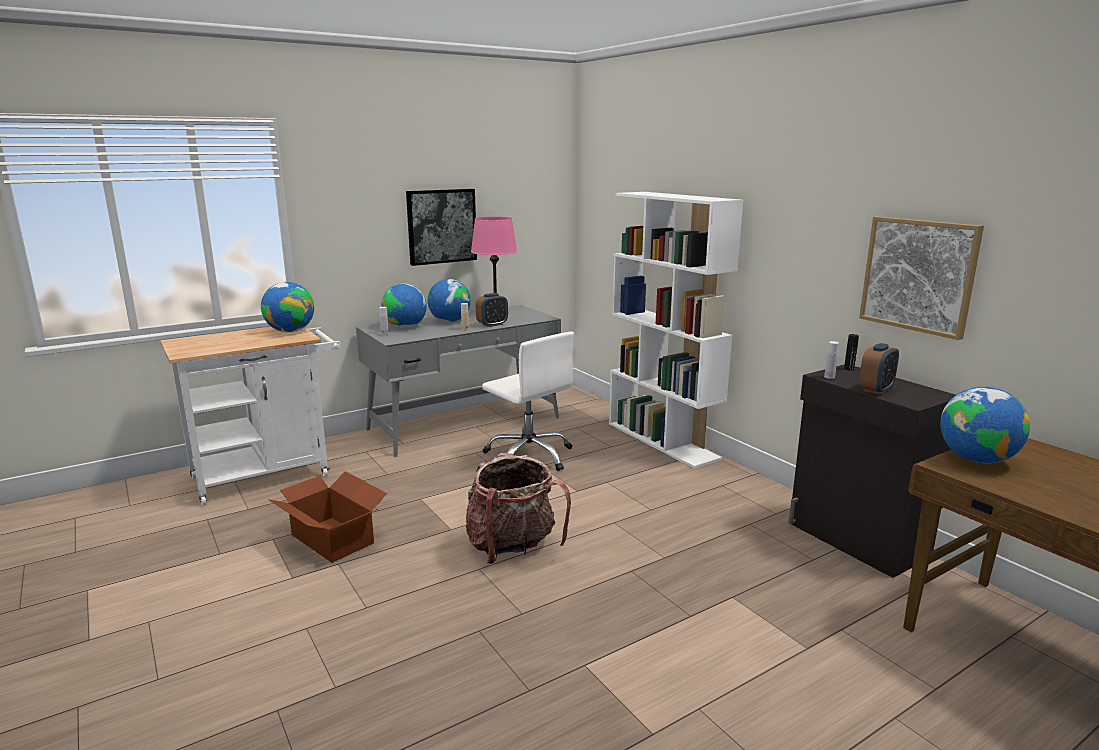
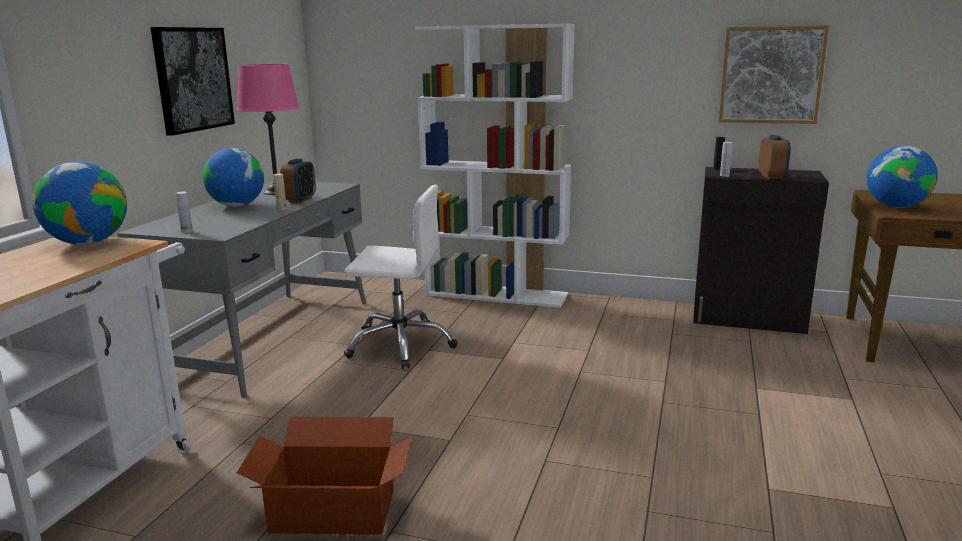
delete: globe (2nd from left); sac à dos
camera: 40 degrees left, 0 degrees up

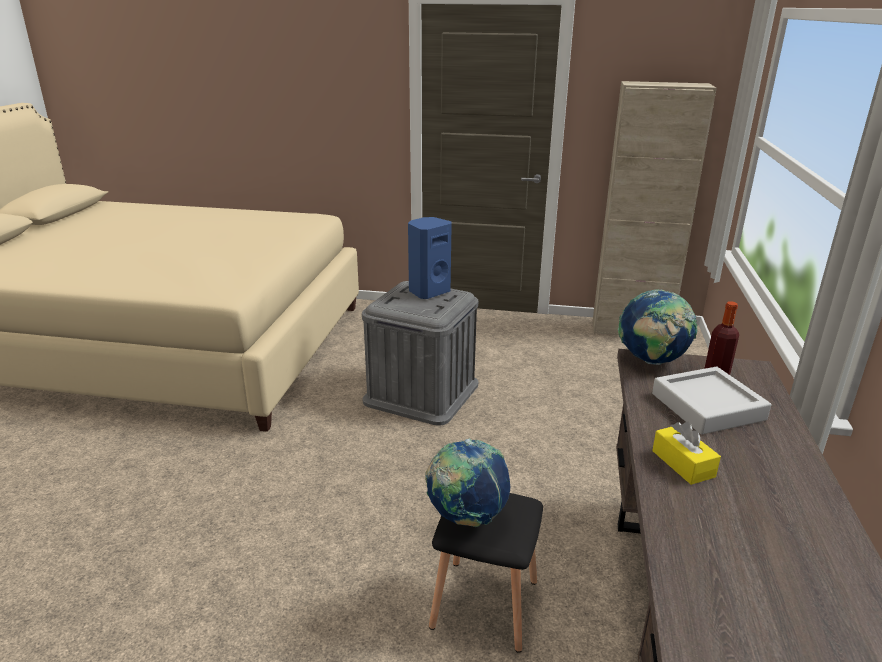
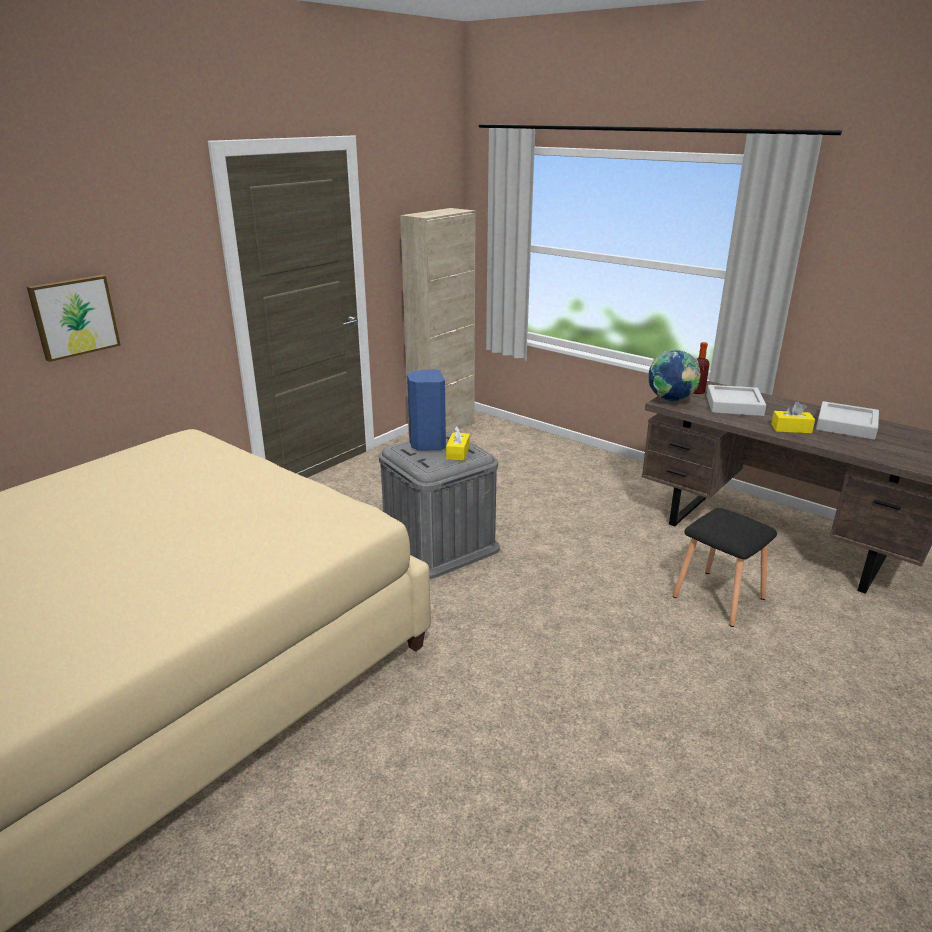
delete: globe (1st from left)
insert: tableau; plateau (gris) (2nd from left); boîte à mouchoirs (jaune) (1st from left)
camera: 60 degrees left, 0 degrees up

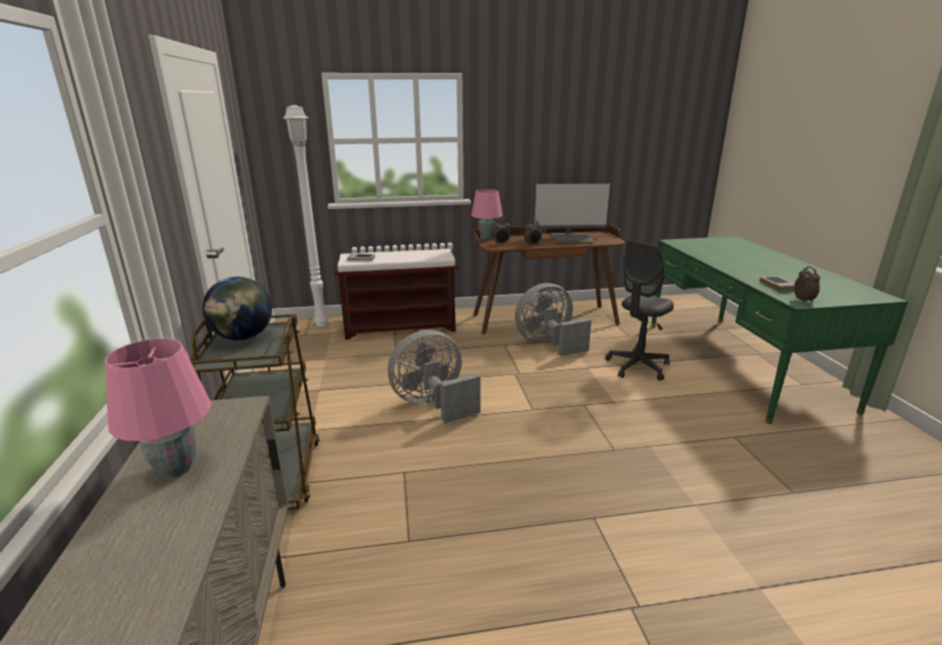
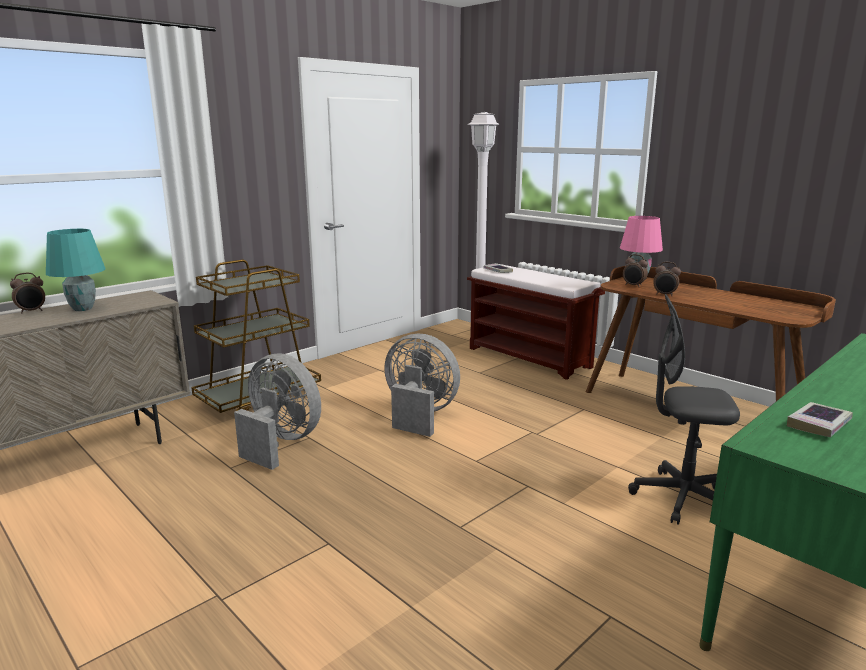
delete: écran d'ordinateur; globe
move: réveil (3rd from left in the first image) to réveil (1st from left); ventilateur (gris) (2nd from left in the first image) to ventilateur (gris) (1st from left)
recolor: lampe de table (rose) (1st from left) to lampe de table (turquoise)
camera: 55 degrees right, 5 degrees down

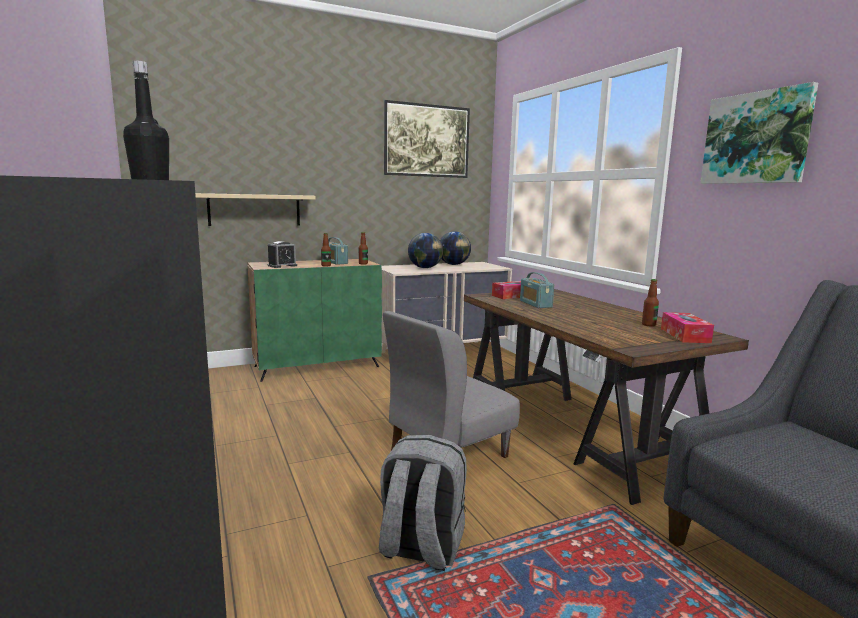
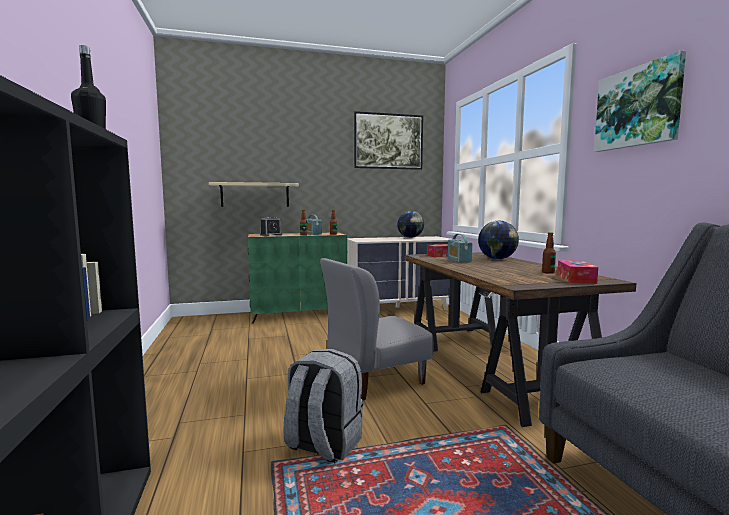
move: globe (1st from left in the first image) to globe (2nd from left)
camera: 10 degrees right, 5 degrees down

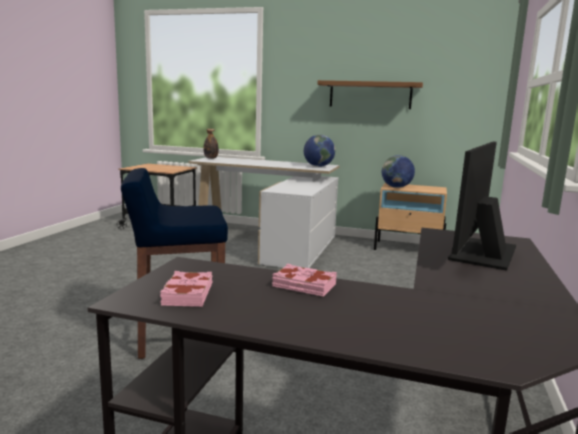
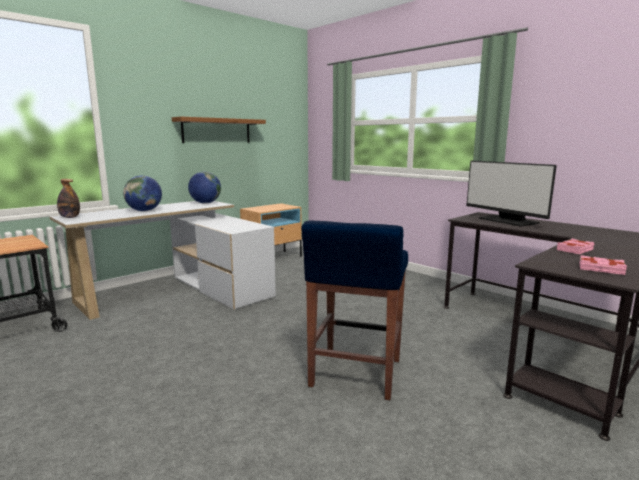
move: globe (2nd from left in the first image) to globe (1st from left)
camera: 60 degrees left, 0 degrees up

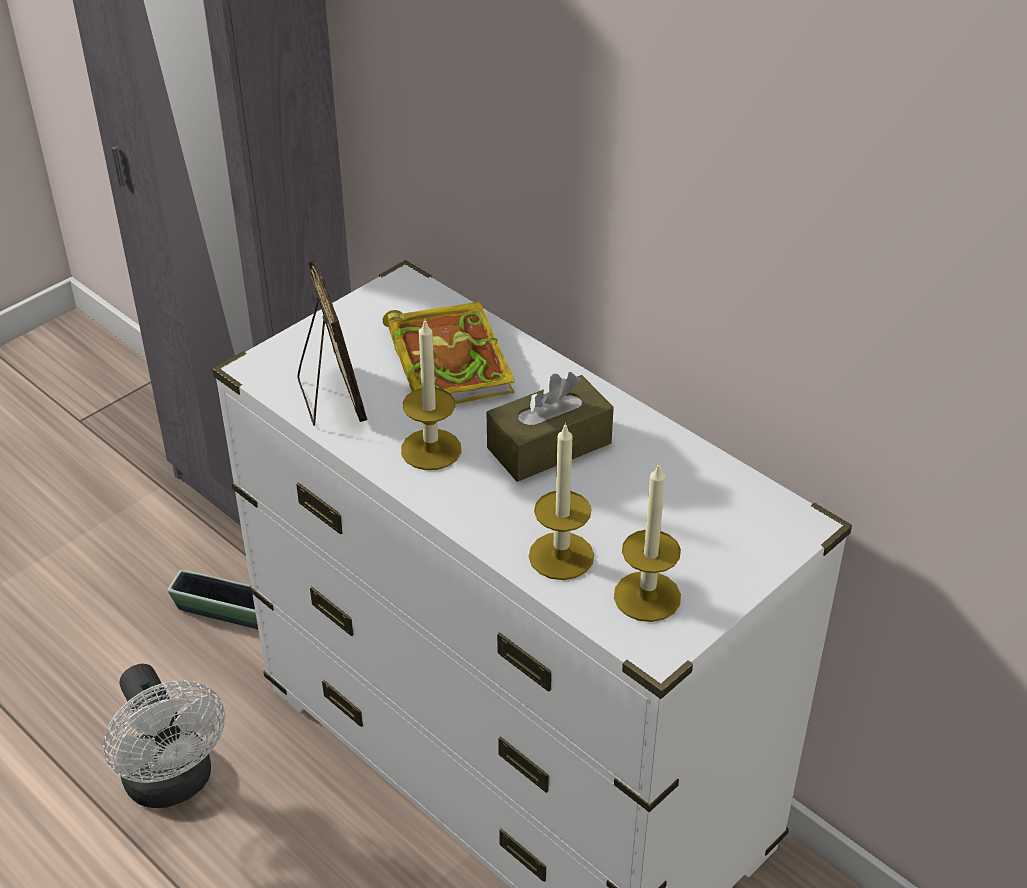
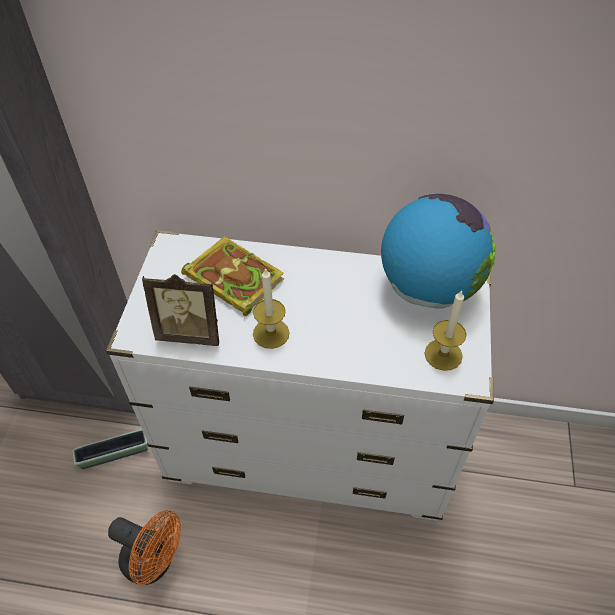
delete: boîte à mouchoirs (marron); bougie (2nd from left)
insert: globe
recolor: ventilateur (blanc) to ventilateur (orange)
rotate: cadre photo 150 degrees clockwise
camera: 35 degrees left, 10 degrees up

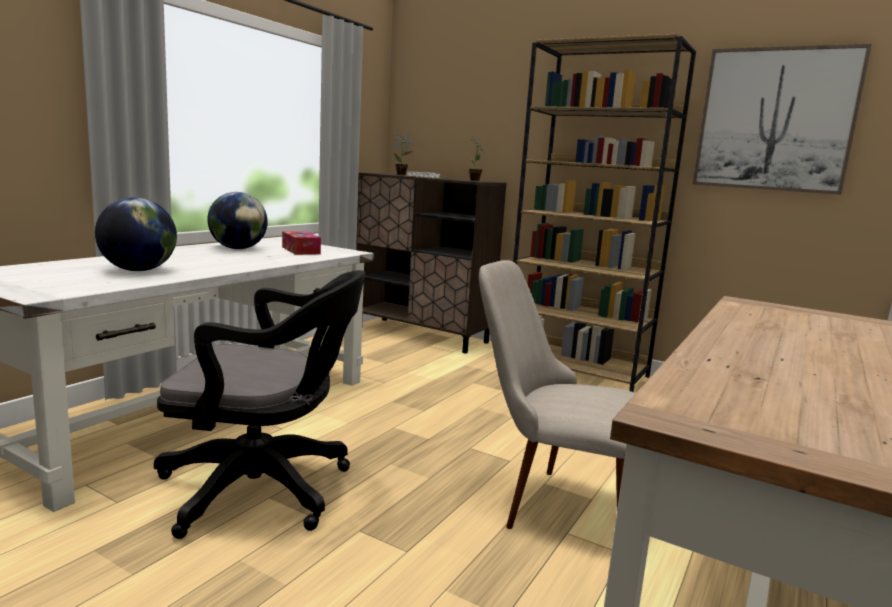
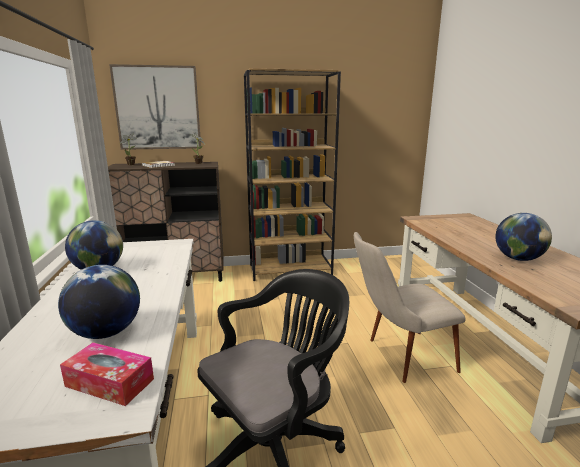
insert: globe (3rd from left)
move: tableau; boîte à mouchoirs
camera: 40 degrees left, 5 degrees up

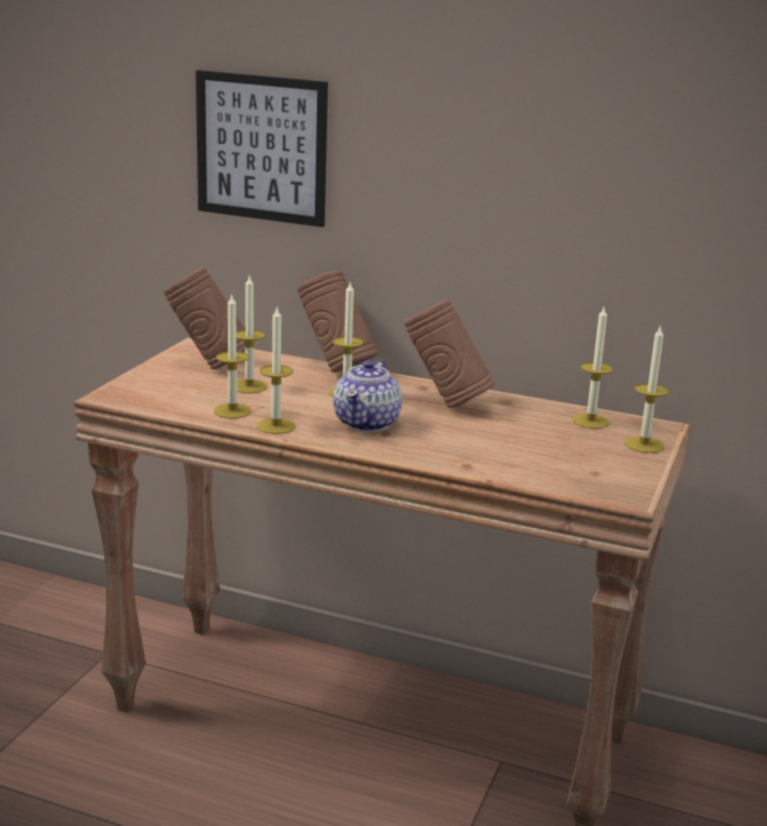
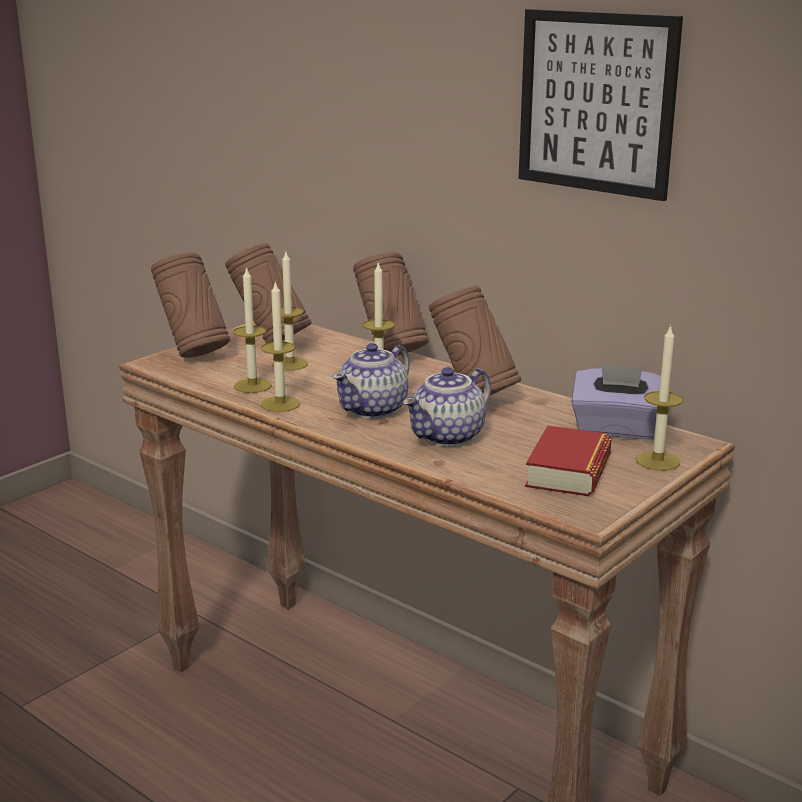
insert: vase (marron) (1st from left); théière (2nd from left); livre
move: tableau
replace: bougie (5th from left) to boîte à mouchoirs (violet)
camera: 20 degrees right, 0 degrees up

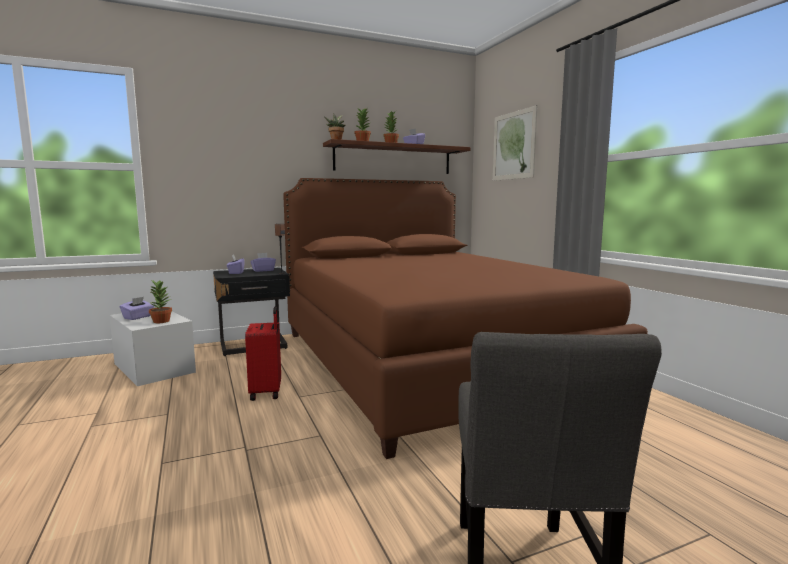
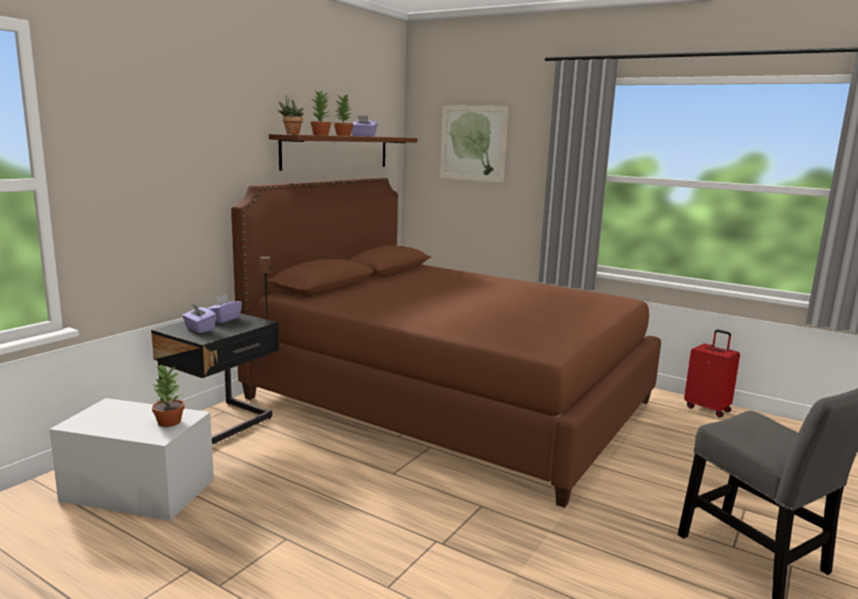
delete: boîte à mouchoirs (violet) (1st from left)
move: valise (rouge)
camera: 35 degrees left, 5 degrees up

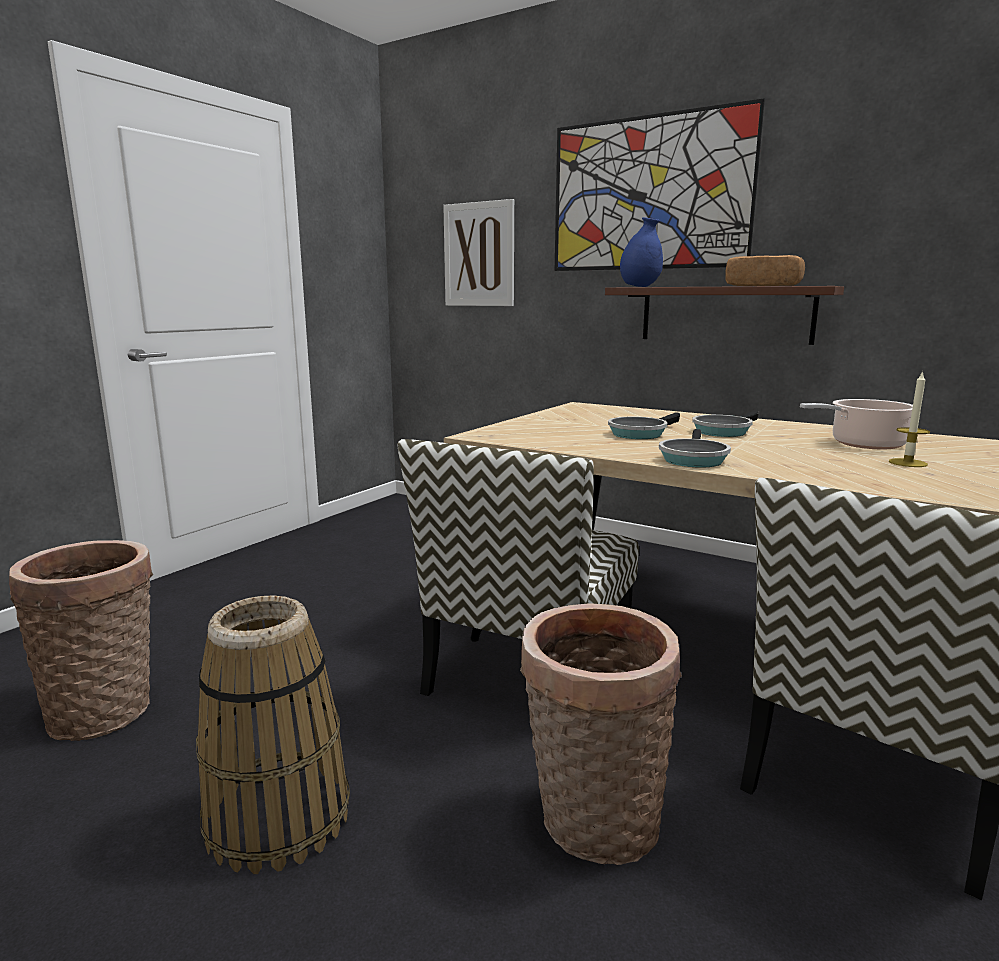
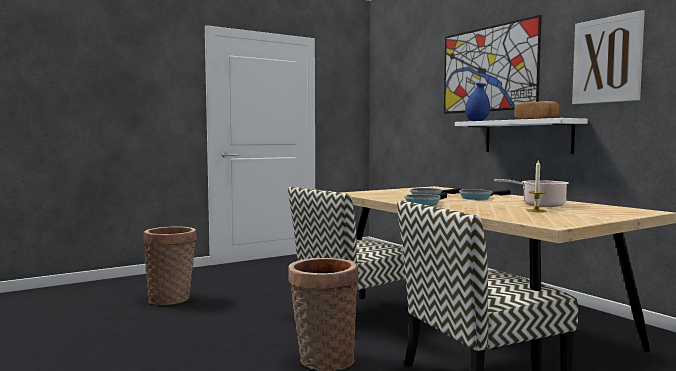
delete: panier (2nd from left)
move: tableau (1st from left in the first image) to tableau (2nd from left)
recolor: étagère (marron) to étagère (blanc)
camera: 25 degrees right, 10 degrees down

